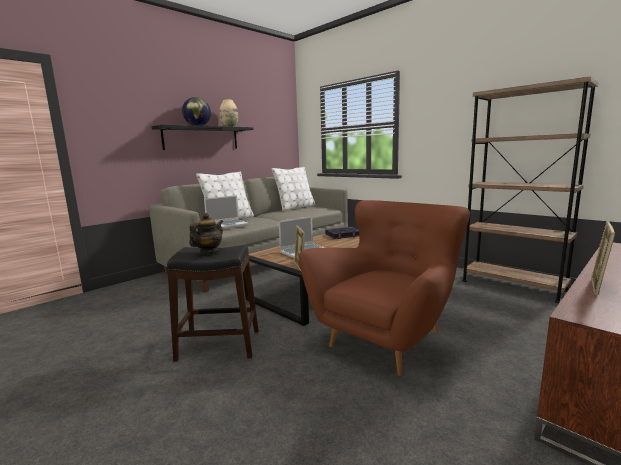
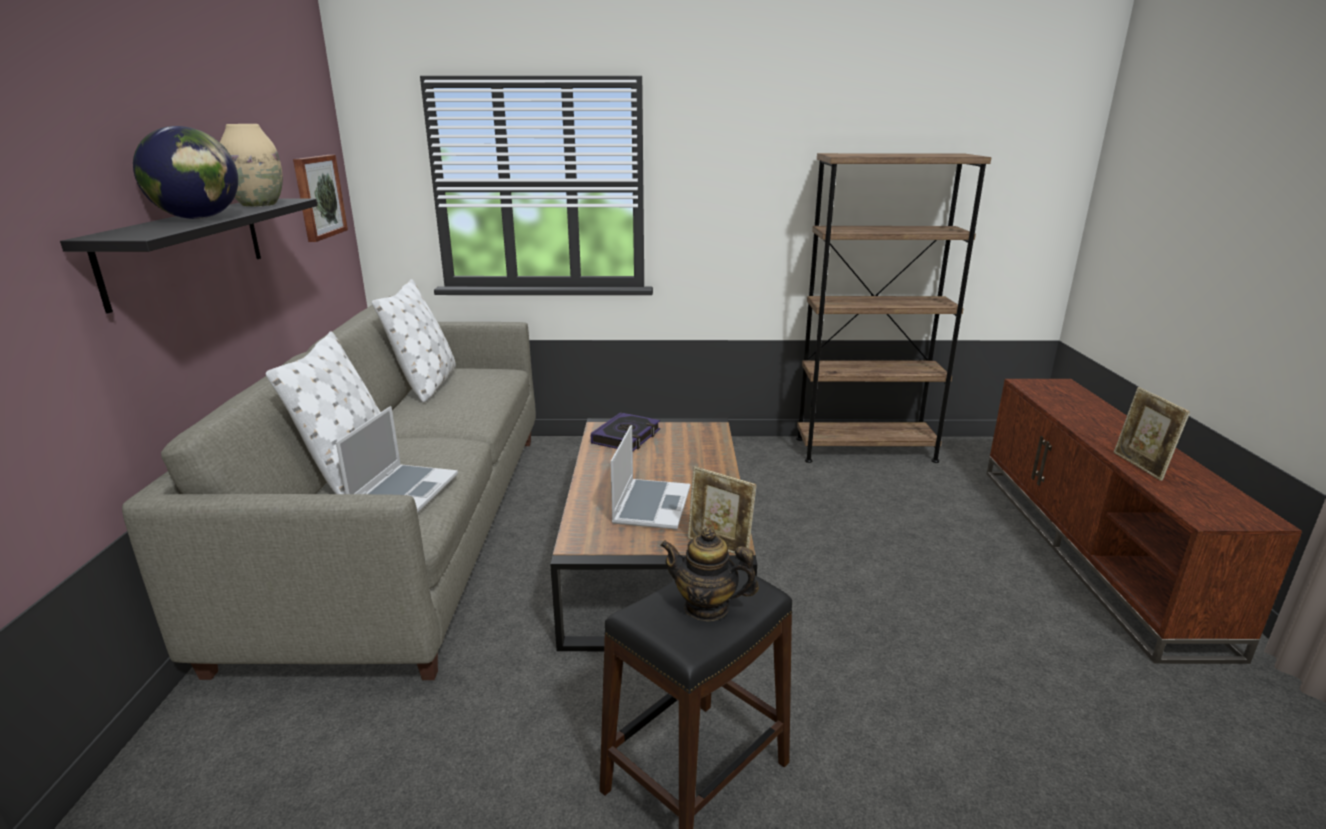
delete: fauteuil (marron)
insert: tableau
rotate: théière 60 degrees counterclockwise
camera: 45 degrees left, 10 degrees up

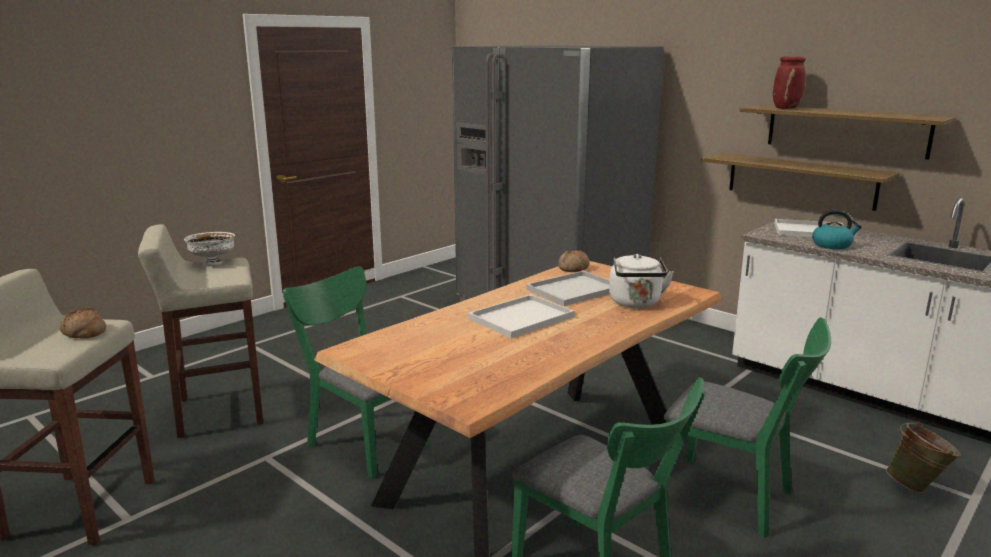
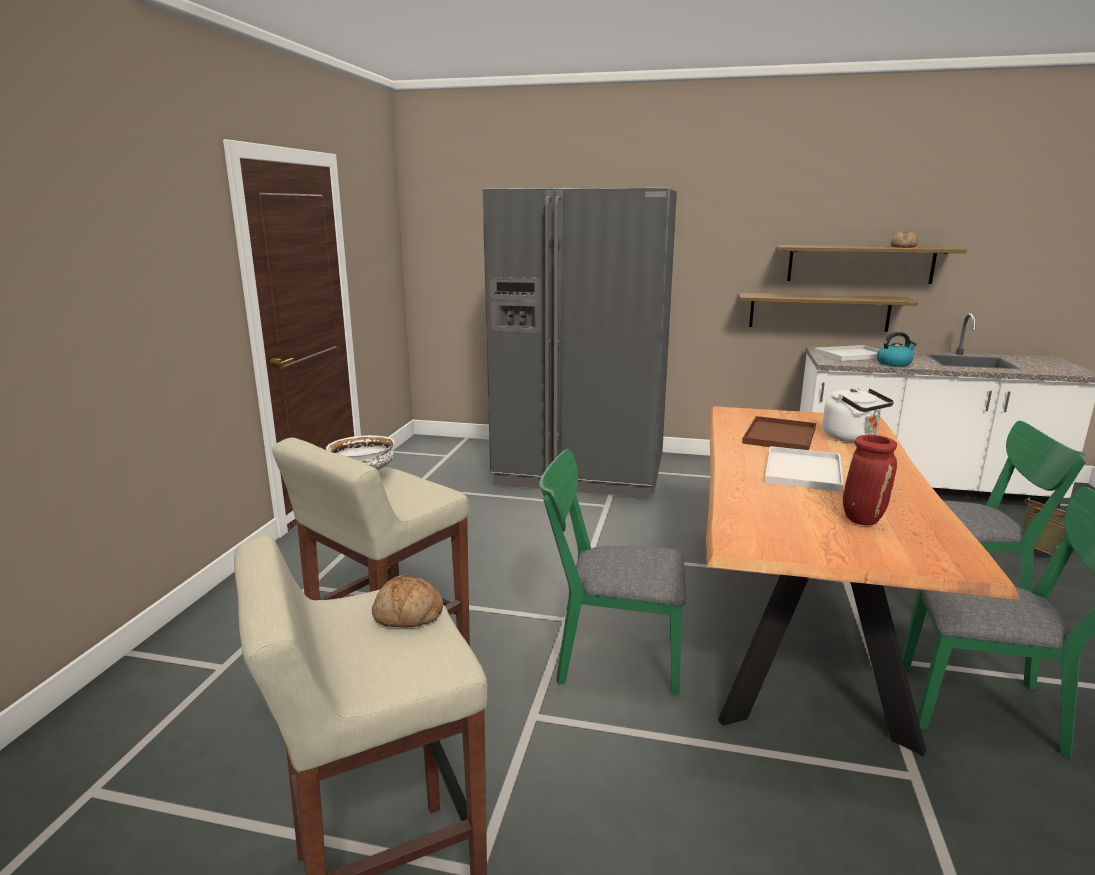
move: vase (rouge); pain (2nd from left)
recolor: plateau (blanc) (2nd from left) to plateau (marron)
camera: 30 degrees left, 0 degrees up

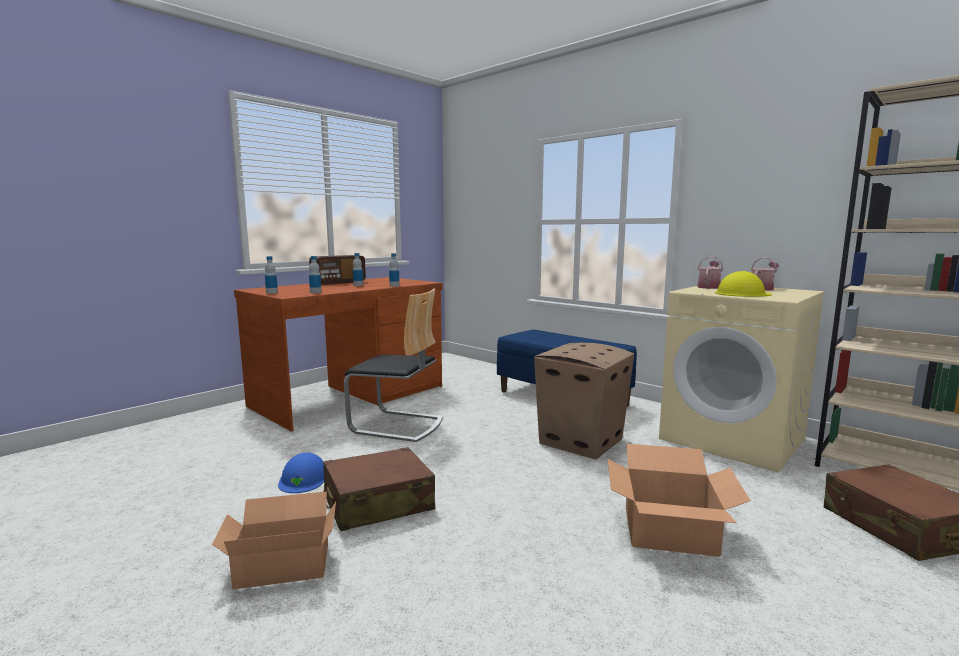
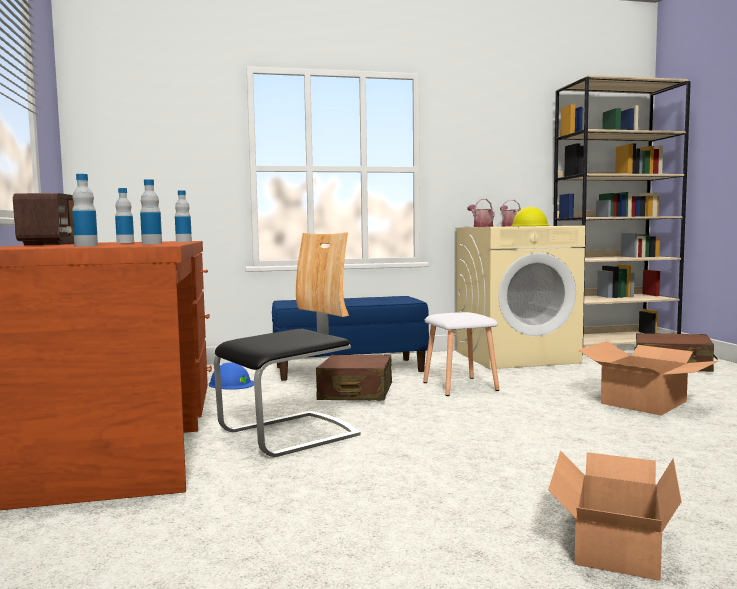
move: valise (marron) (1st from left); casque de chantier (bleu)
replace: carton (2nd from left) to tabouret (blanc)
camera: 55 degrees left, 5 degrees down

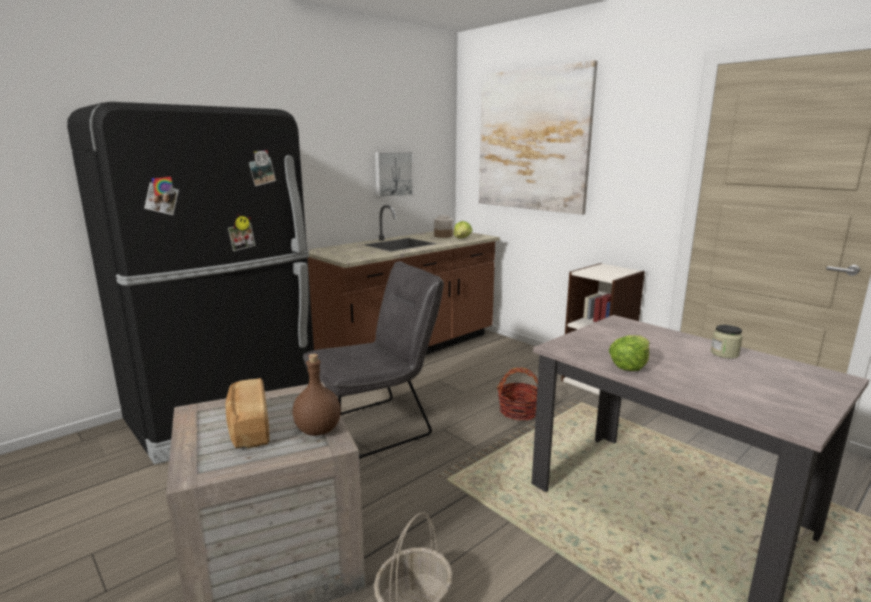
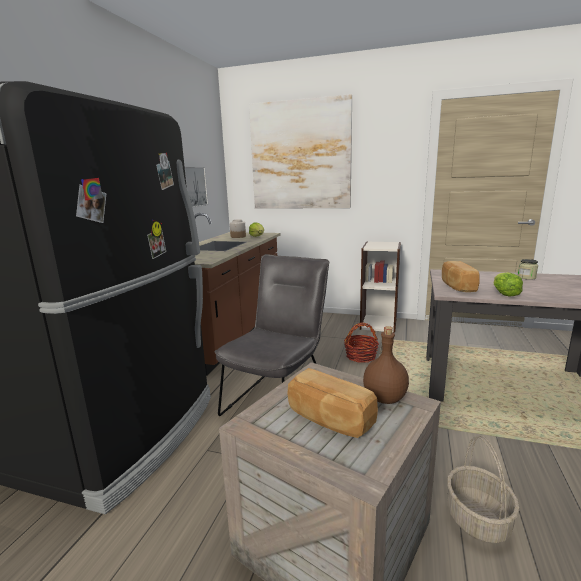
insert: pain (2nd from left)
camera: 30 degrees left, 0 degrees up

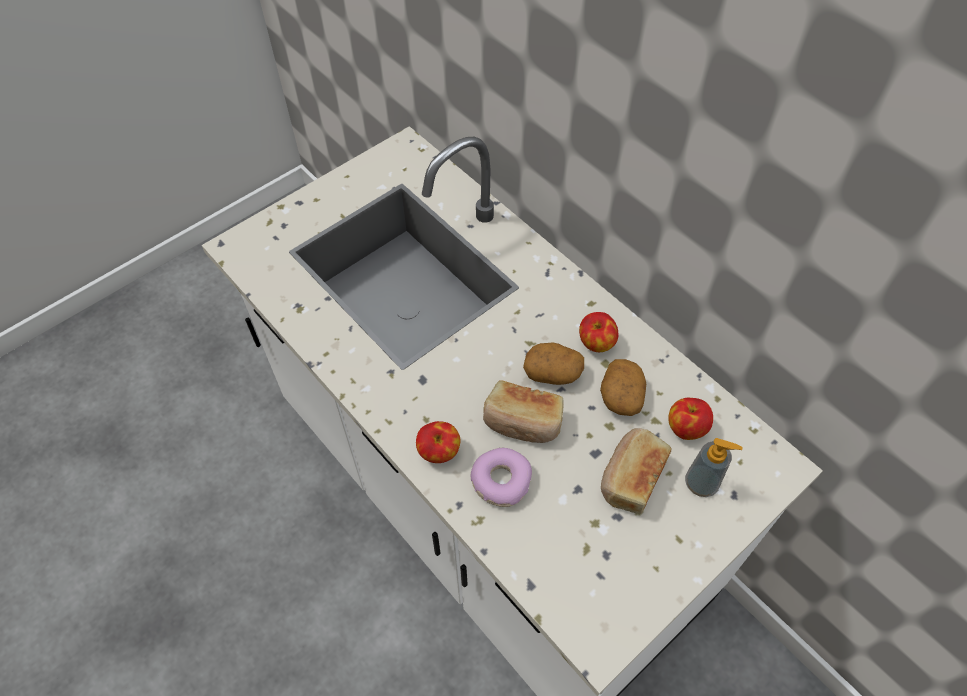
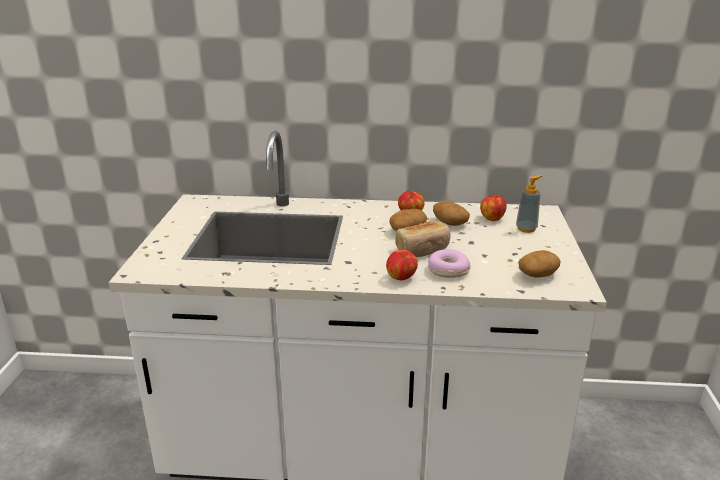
delete: pain (2nd from left)
insert: pomme de terre (3rd from left)
camera: 45 degrees left, 30 degrees down

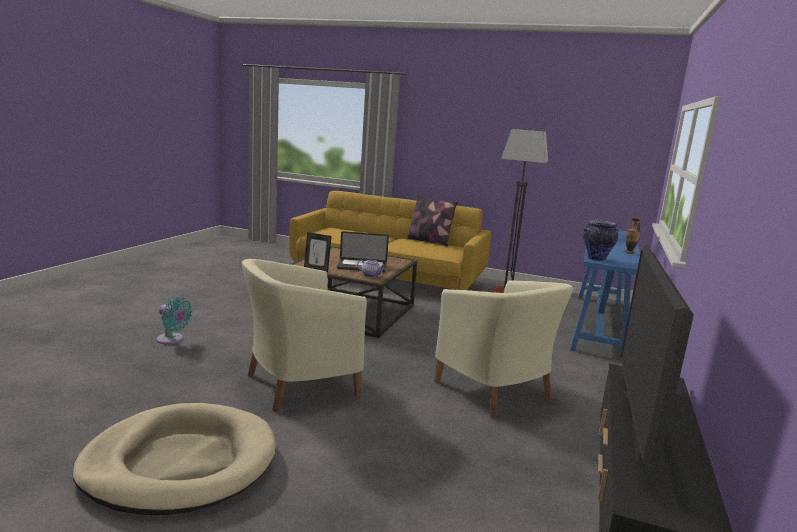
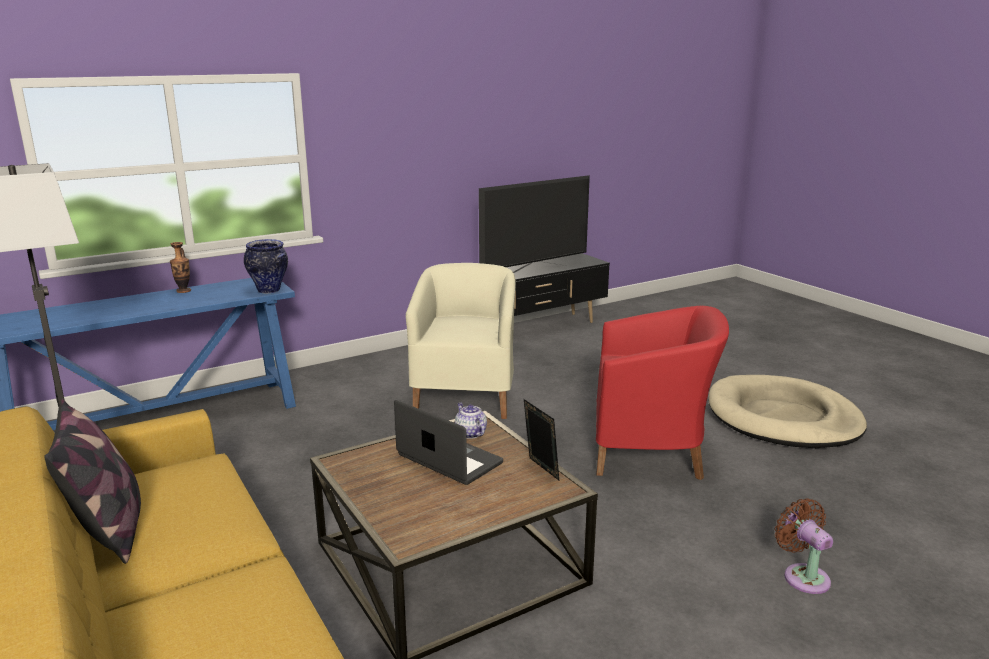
recolor: fauteuil (beige) (1st from left) to fauteuil (rouge); ventilateur (turquoise) to ventilateur (marron)
camera: 140 degrees left, 5 degrees up

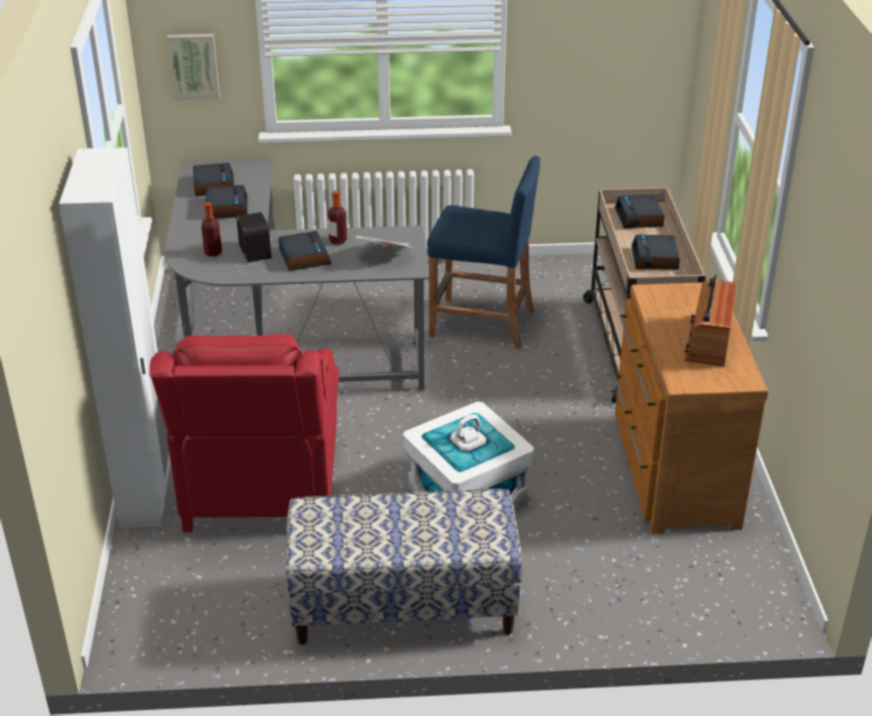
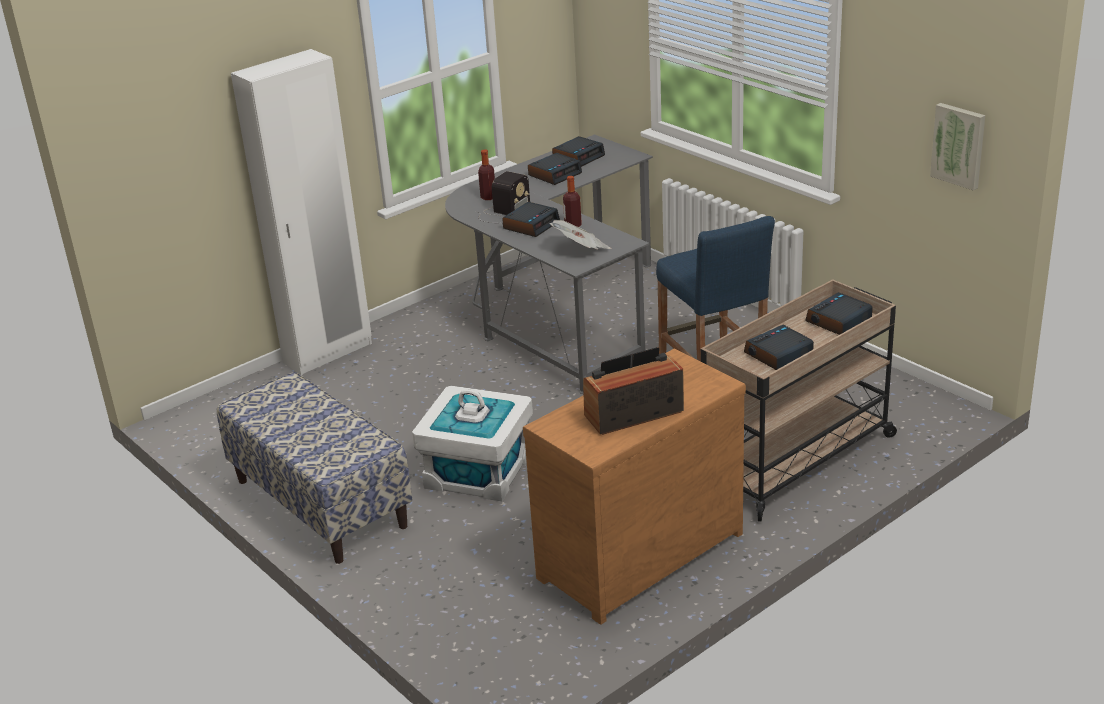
delete: fauteuil (rouge)
move: tableau
camera: 55 degrees right, 5 degrees down

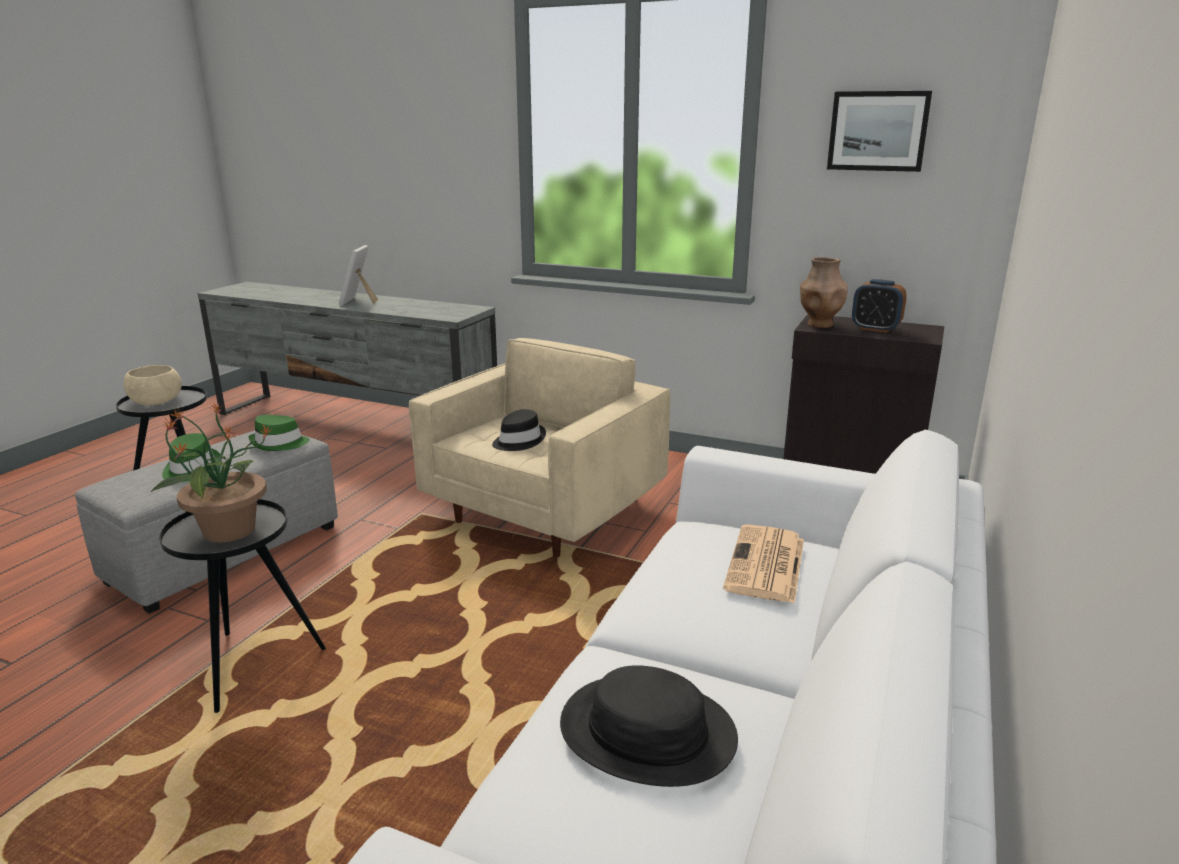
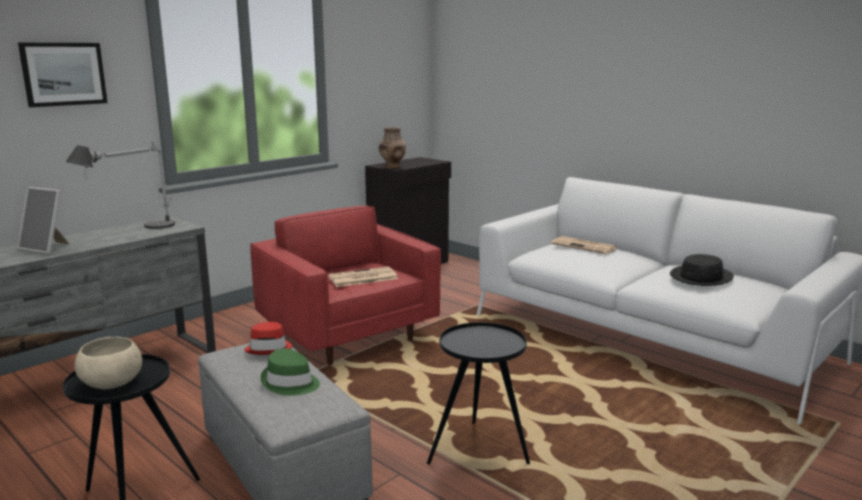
delete: réveil; plante en pot
insert: lampe de table
move: tableau
replace: chapeau (noir) (1st from left) to journal (1st from left)
recolor: fauteuil (beige) to fauteuil (rouge); chapeau (vert) (2nd from left) to chapeau (rouge)
camera: 70 degrees left, 5 degrees down

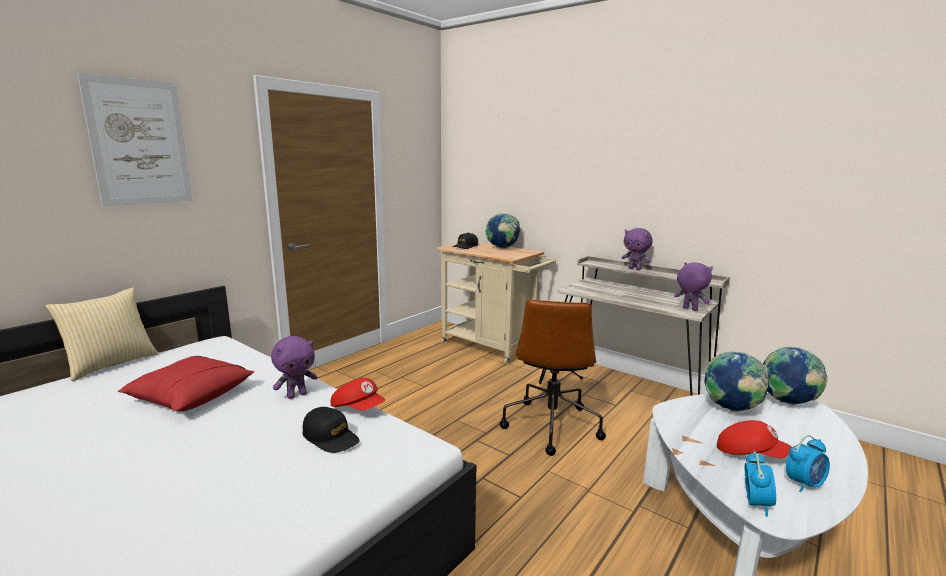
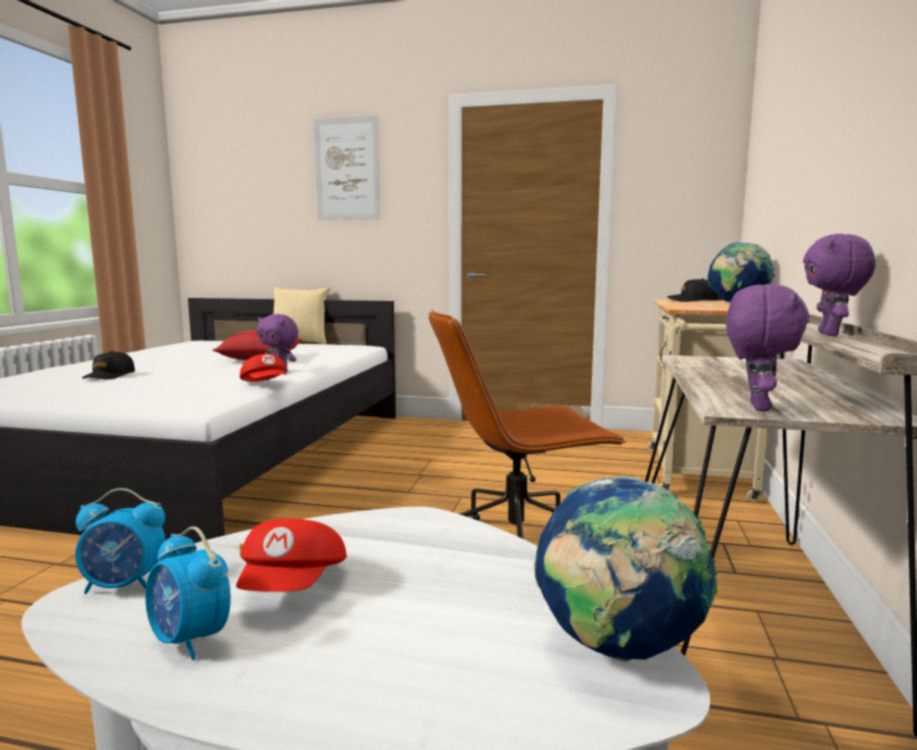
delete: globe (2nd from left)
move: casquette (noir) (1st from left)
rotate: casquette (rouge) (1st from left) 45 degrees counterclockwise
camera: 65 degrees right, 5 degrees down

